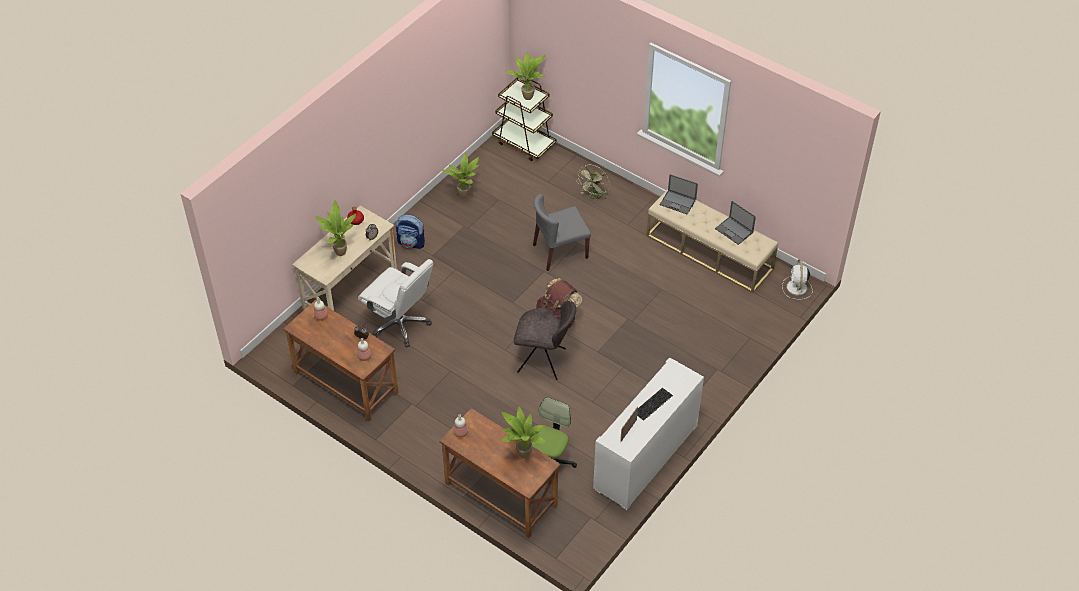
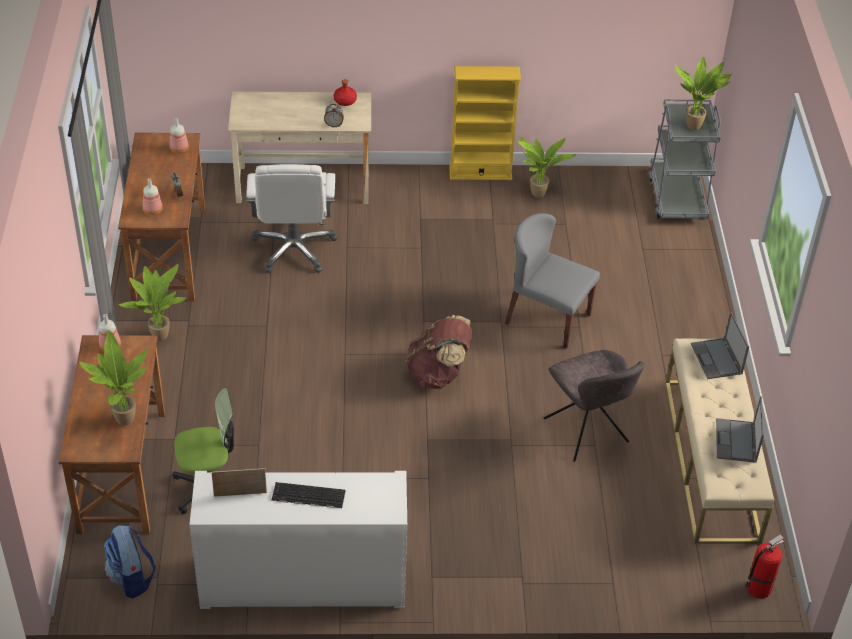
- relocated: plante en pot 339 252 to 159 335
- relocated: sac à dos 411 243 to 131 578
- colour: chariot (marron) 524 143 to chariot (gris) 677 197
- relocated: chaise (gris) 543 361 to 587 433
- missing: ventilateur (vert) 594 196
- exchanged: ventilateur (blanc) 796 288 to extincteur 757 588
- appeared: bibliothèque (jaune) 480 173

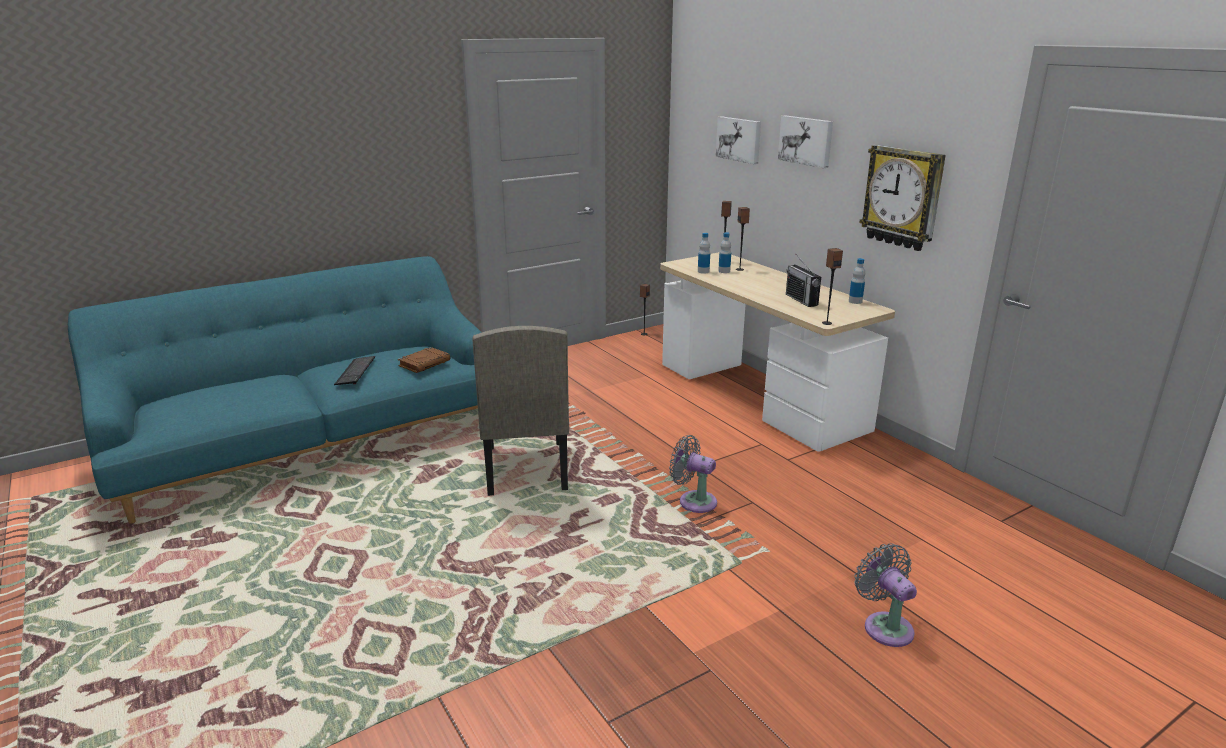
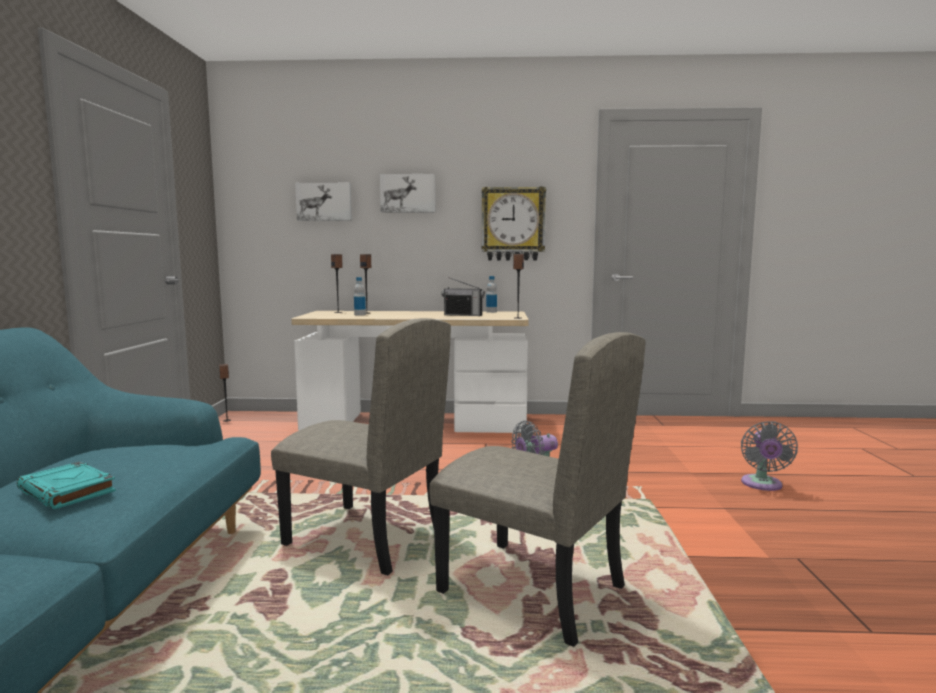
- exchanged: clavier 355 372 to livre (turquoise) 68 491
- missing: livre (marron) 424 363
- missing: bouteille 703 271
- spun: ventilateur (gris) 885 626 = 762 485 90 degrees counterclockwise
- appeared: chaise (beige) 531 590

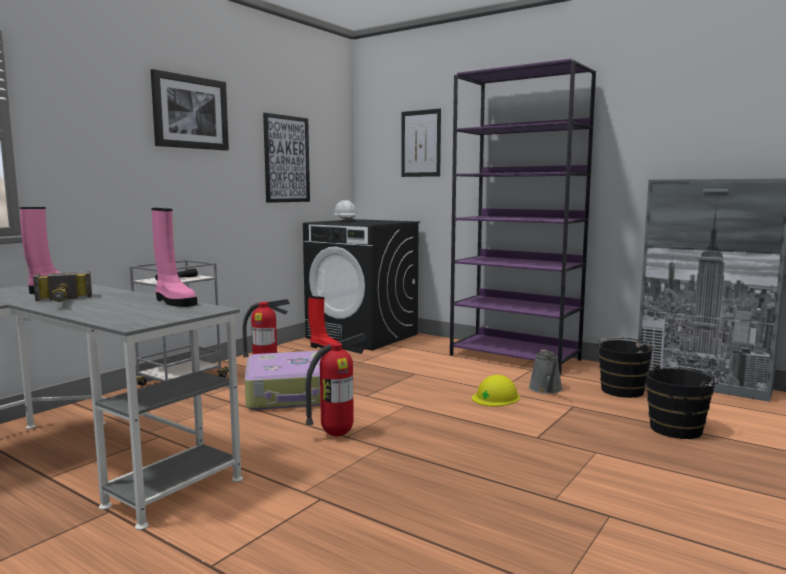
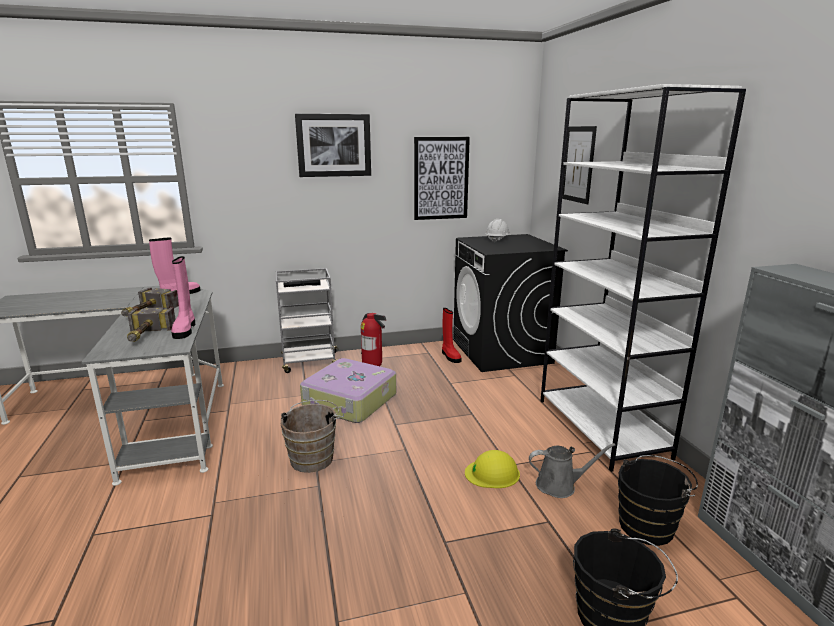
- exchanged: extincteur 337 434 to seau (marron) 313 457
- colour: bibliothèque (violet) 515 357 to bibliothèque (blanc) 602 428
- spun: arrosoir (gris) 546 389 = 559 485 135 degrees counterclockwise
- appeared: marteau 145 336

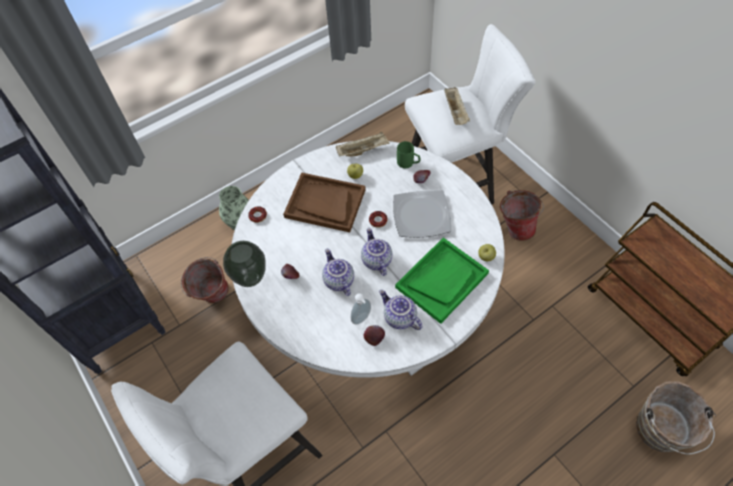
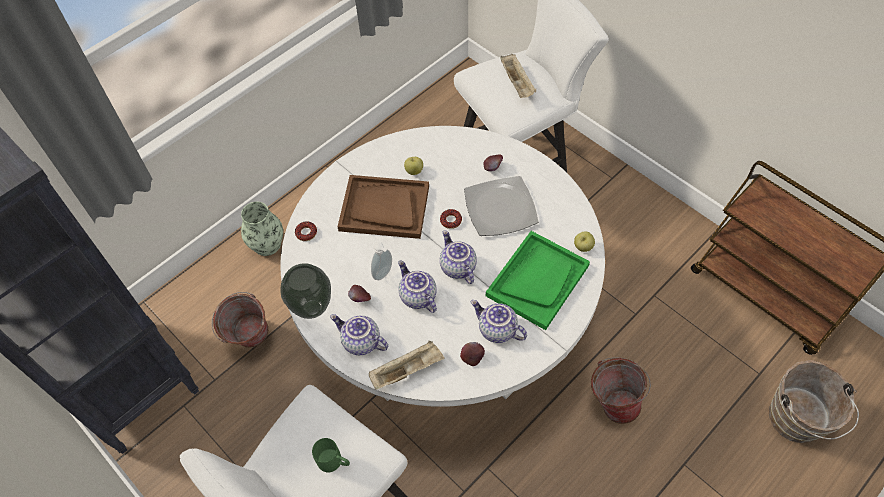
- relocated: plateau (beige) 363 150 to 407 370
- relocated: distributeur de savon 362 319 to 384 274
- relocated: mug (vert) 408 163 to 335 462
- relocated: seau 515 228 to 612 403
- appeared: théière 360 342

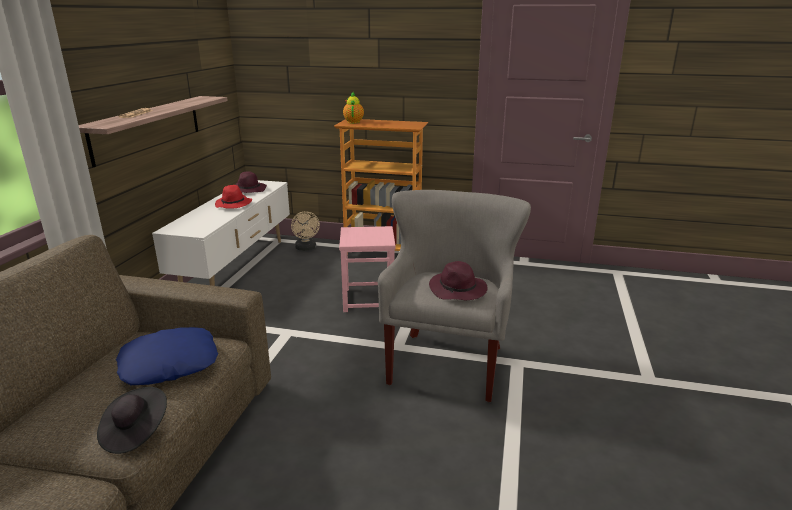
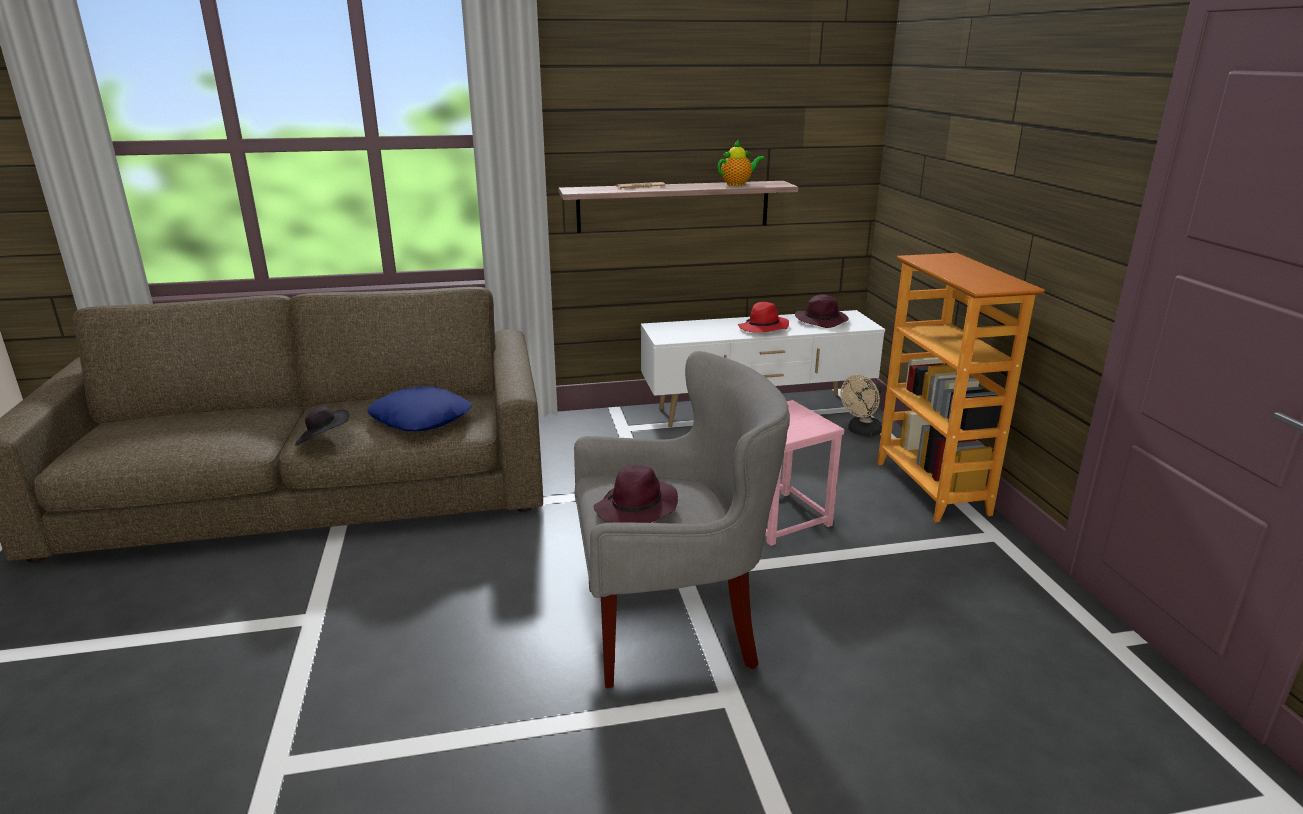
- relocated: théière 353 122 to 738 184

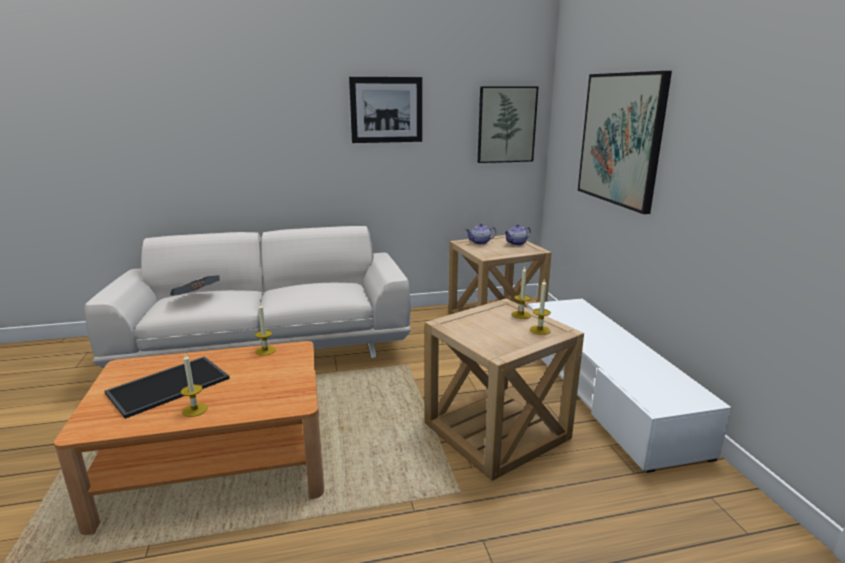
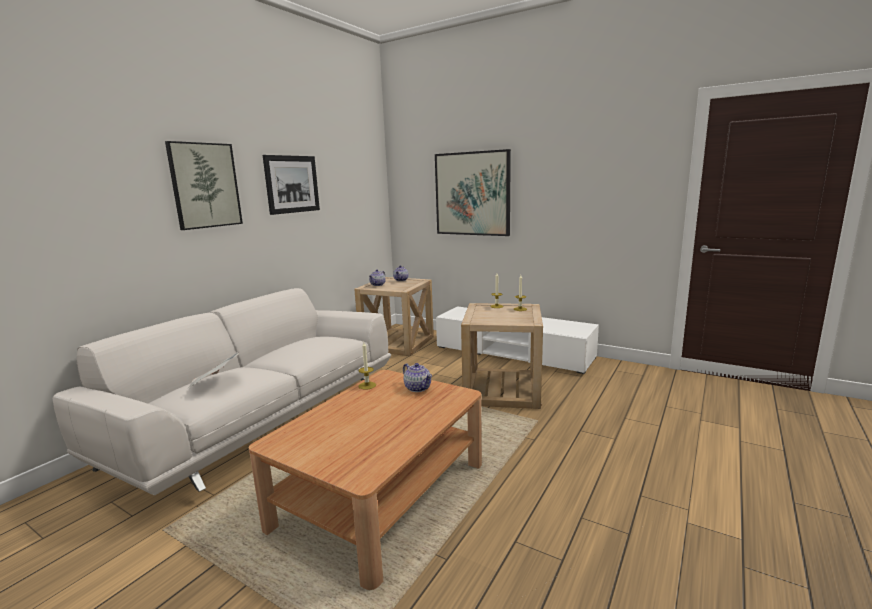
- missing: plateau 169 385
- missing: bougie 195 410
- relocated: tableau 506 124 to 205 185
- appeared: théière 417 388

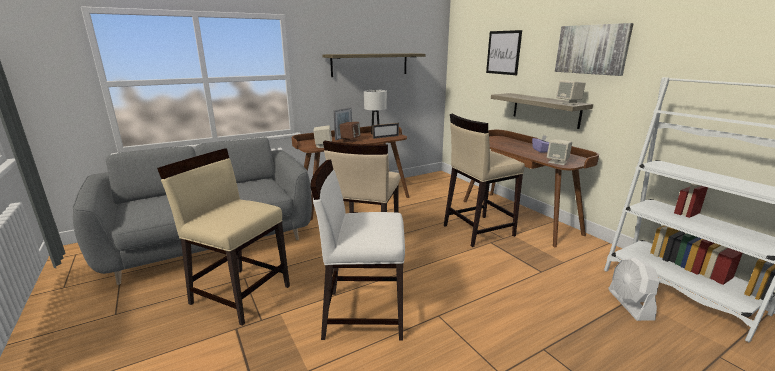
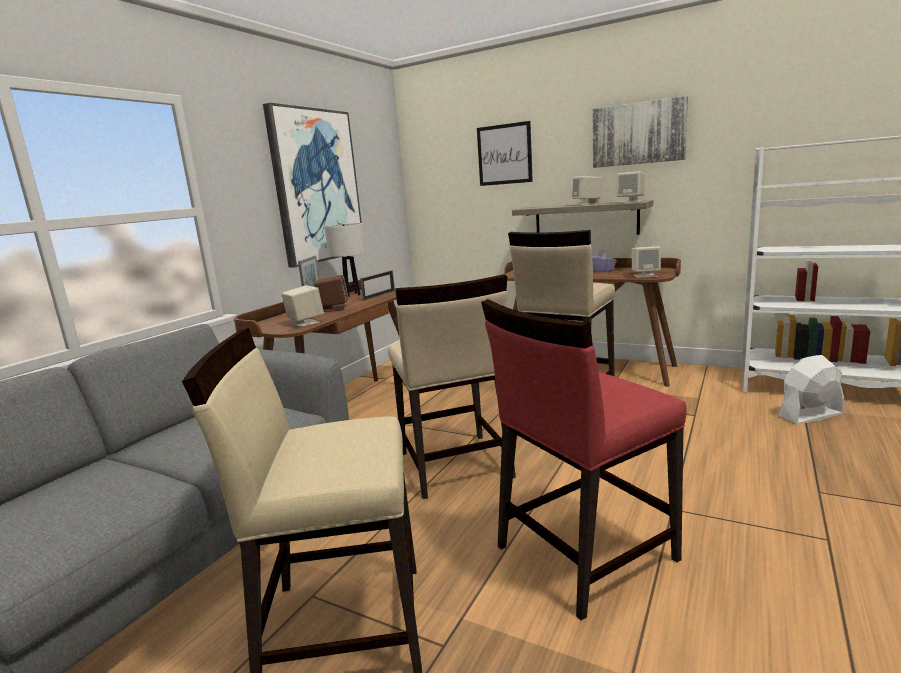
- colour: chaise (blanc) 363 313 to chaise (rouge) 583 553
- exchanged: étagère 370 64 to tableau 316 186
- spun: ventilateur (blanc) 630 304 = 810 415 105 degrees clockwise
- appeared: enceinte (beige) 587 204

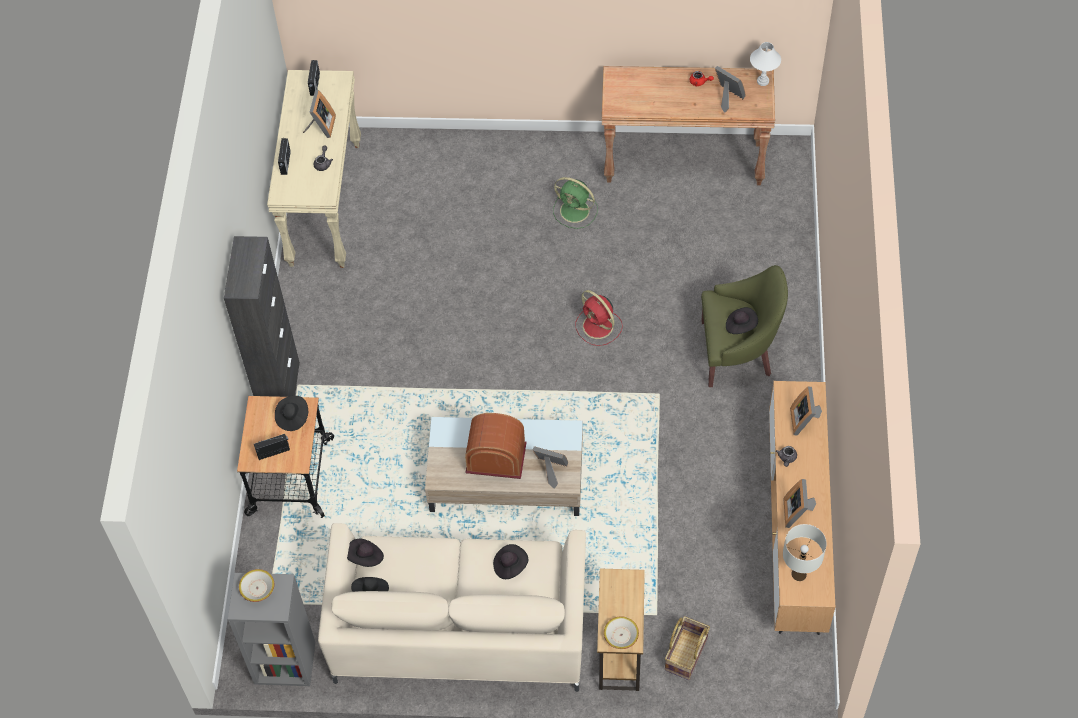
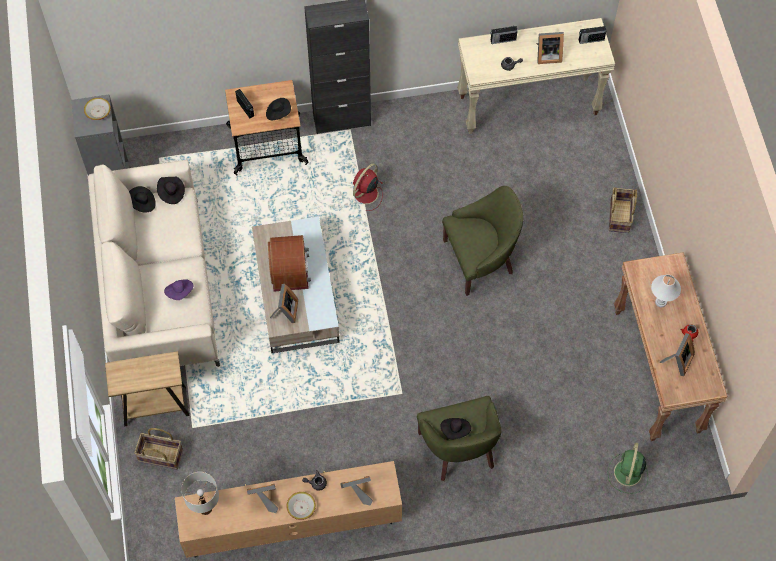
- colour: chapeau (noir) 510 565 to chapeau (violet) 180 292
- relocated: ventilateur (vert) 576 211 to 627 474
- relocated: ventilateur (rouge) 599 327 to 365 194
- relocated: bol 621 635 to 301 507
- relocated: lampe de table (blanc) 762 81 to 661 302
- appeared: fauteuil (vert) 480 259
- appeared: panier 620 216

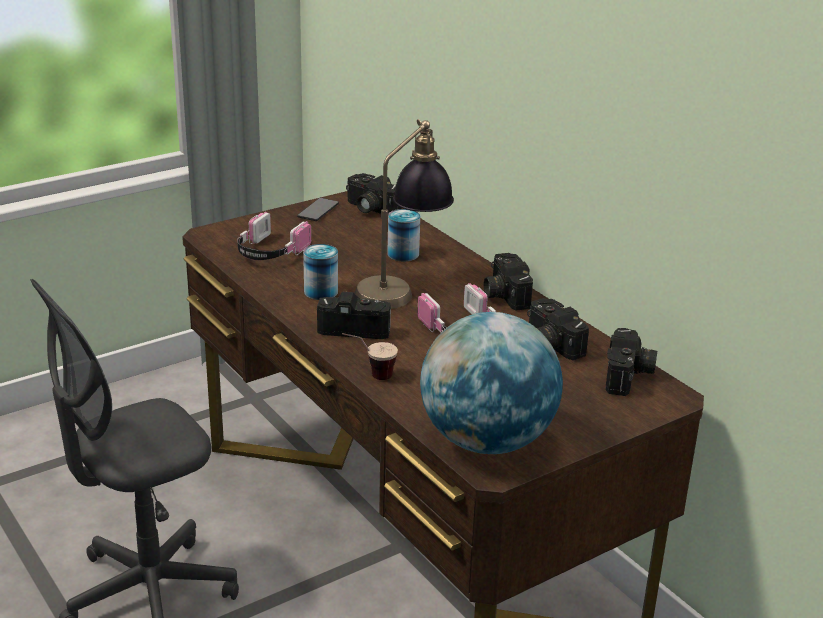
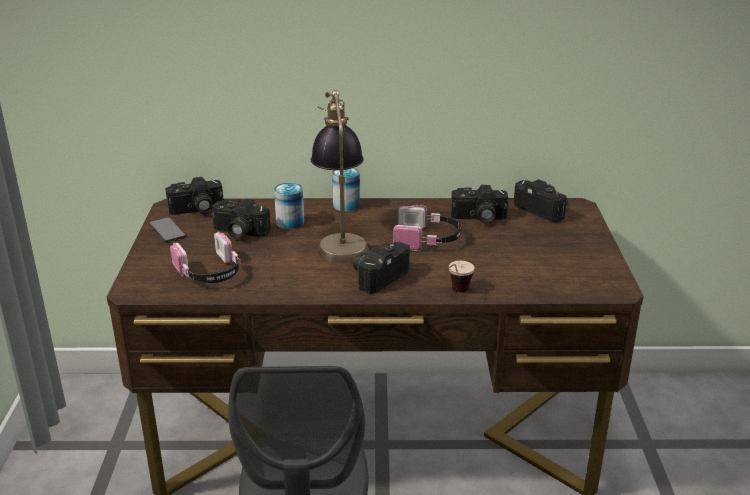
- relocated: boîte métallique 321 292 to 346 205
- missing: globe 486 441
- relocated: appareil photo 503 294 to 238 232

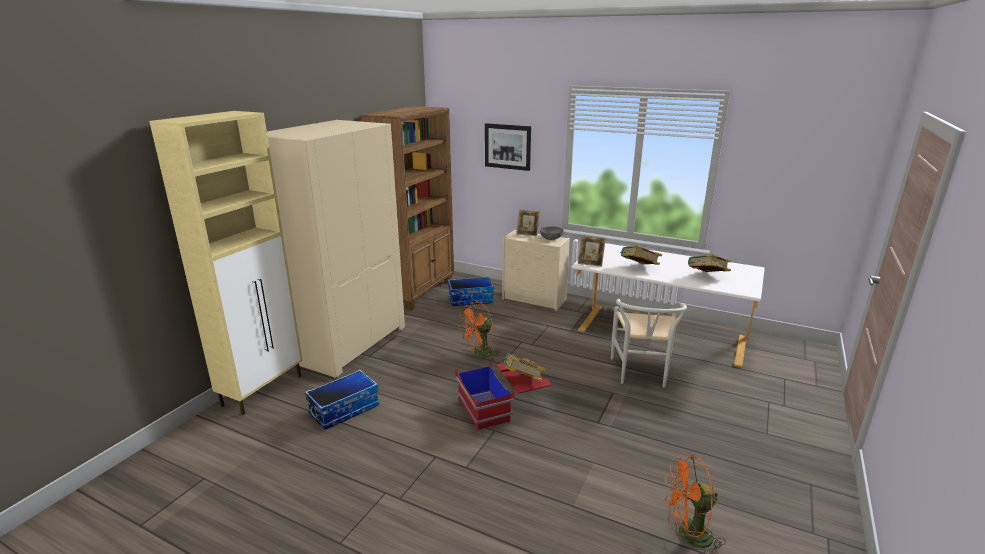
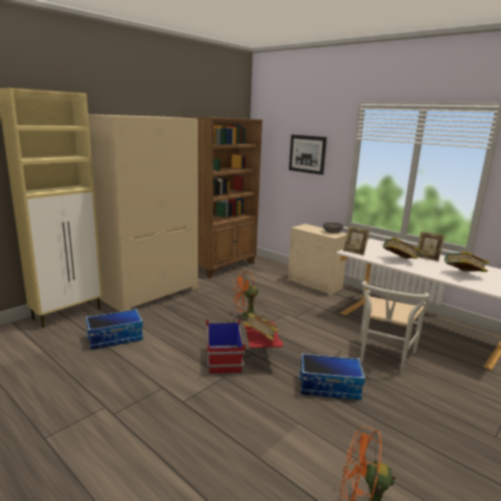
- relocated: boîte de rangement 471 299 to 329 387
- relocated: cadre photo 527 234 to 427 258

